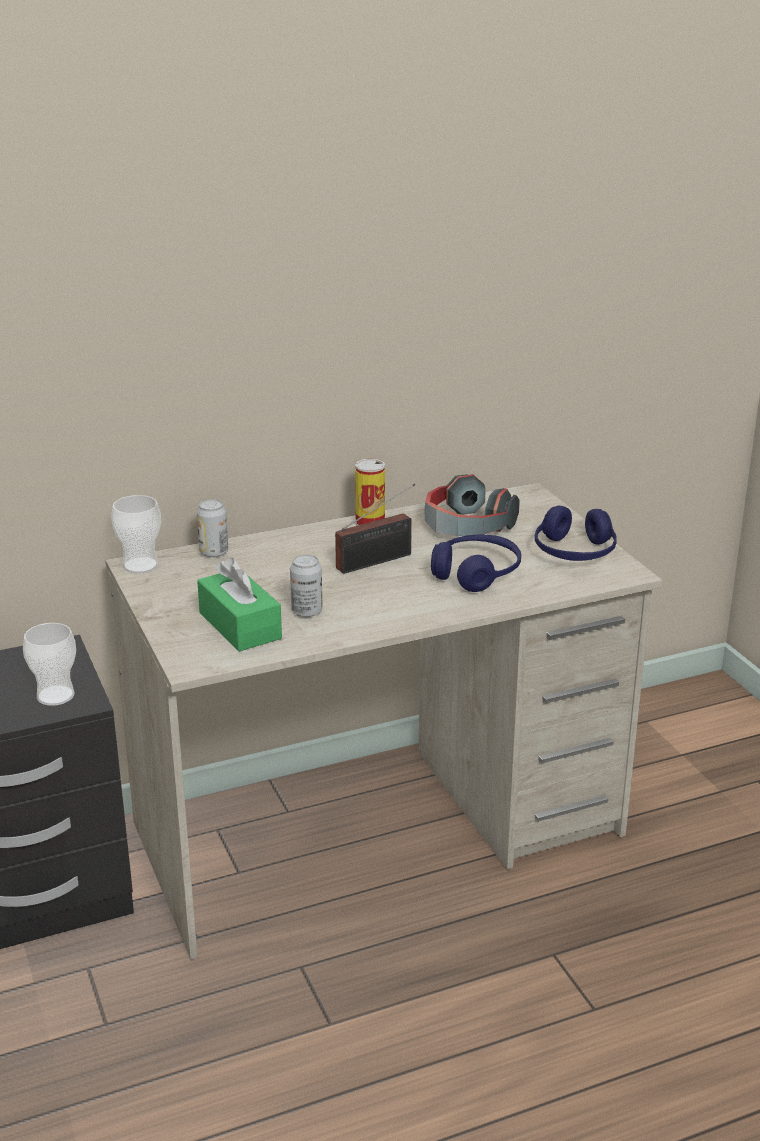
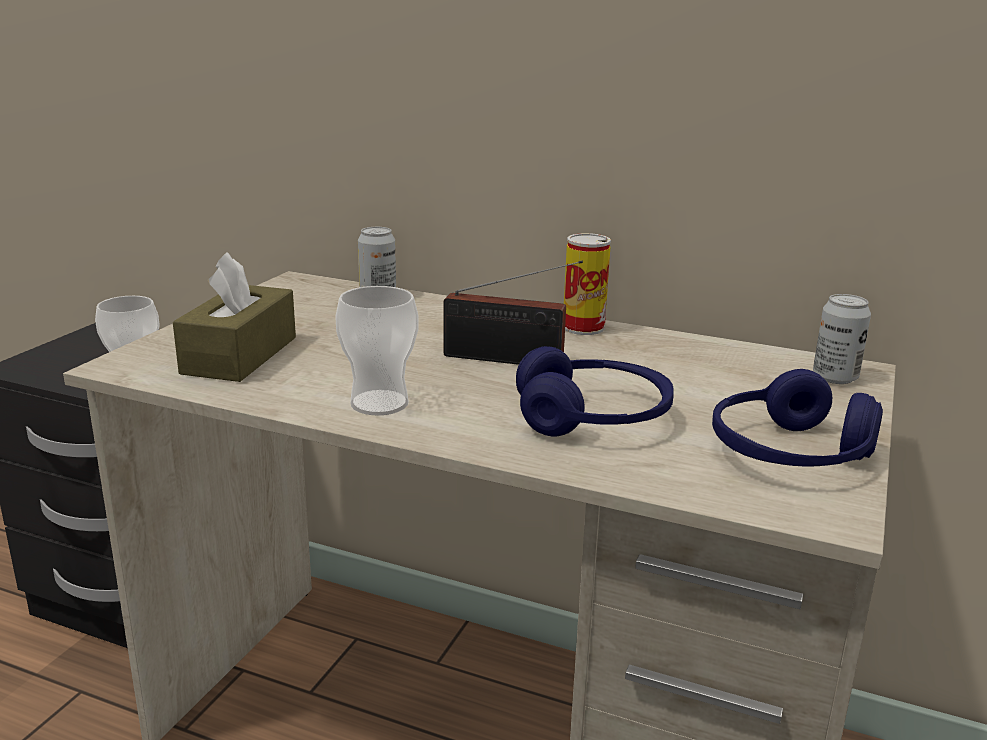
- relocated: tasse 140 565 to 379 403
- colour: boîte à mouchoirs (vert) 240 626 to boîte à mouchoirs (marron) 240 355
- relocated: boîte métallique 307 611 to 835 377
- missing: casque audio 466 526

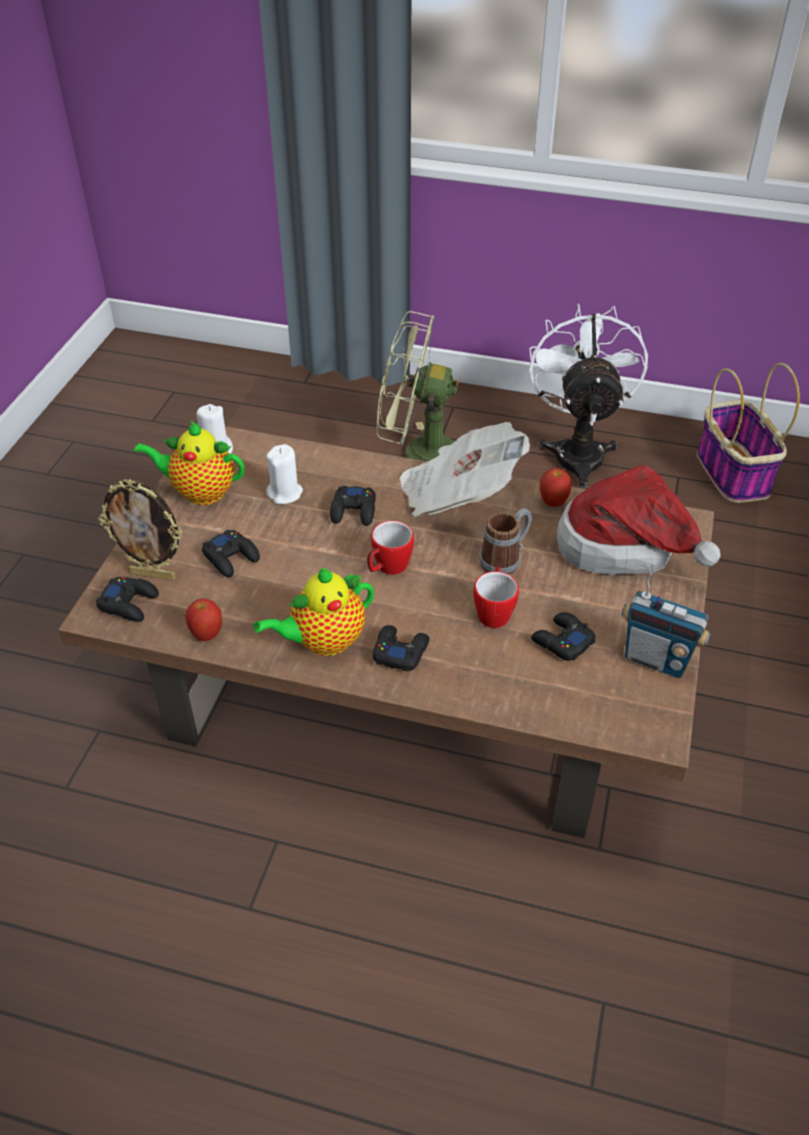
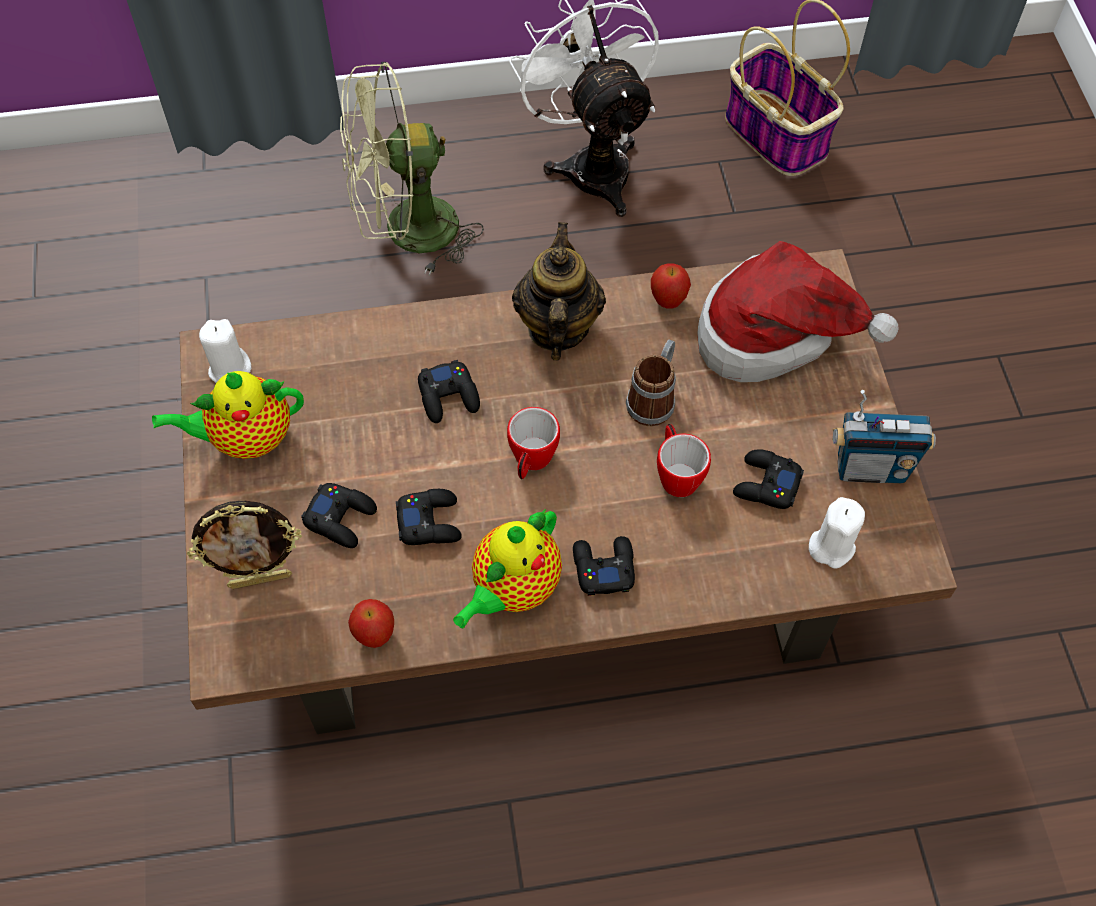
- relocated: manette (noir) 129 603 to 430 521
- relocated: bougie (blanc) 285 493 to 831 546
- exchanged: journal 458 494 to théière 557 327

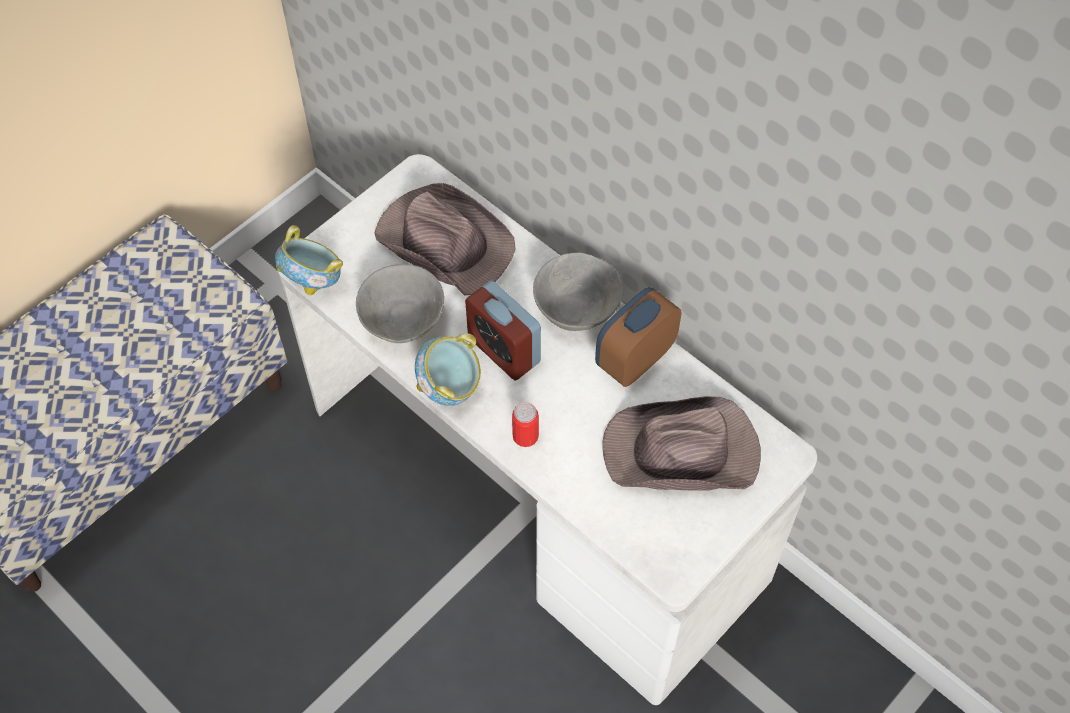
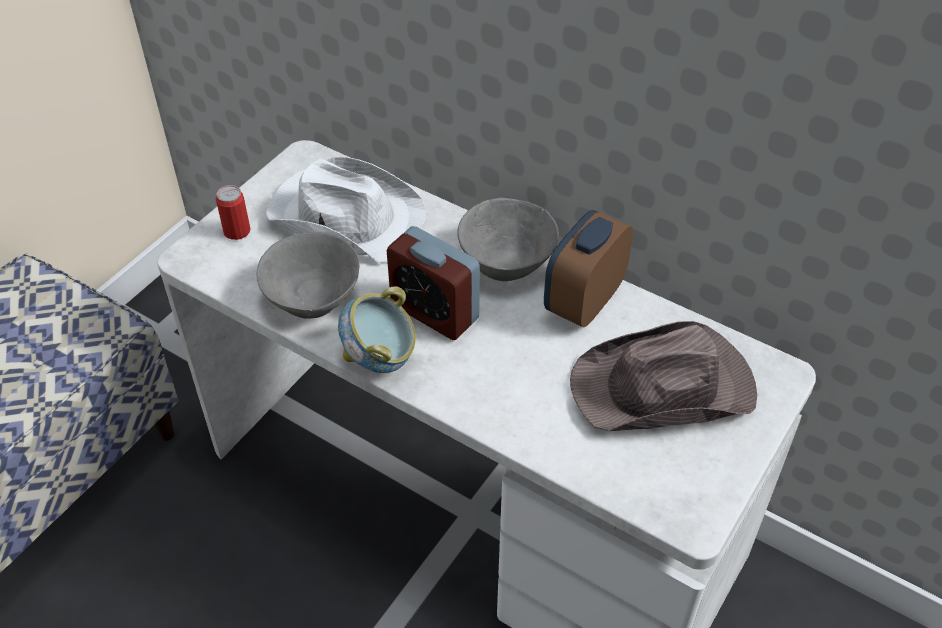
- missing: bol 313 281
- colour: chapeau (marron) 444 241 to chapeau (blanc) 345 215
- relocated: boîte métallique 525 436 to 237 231

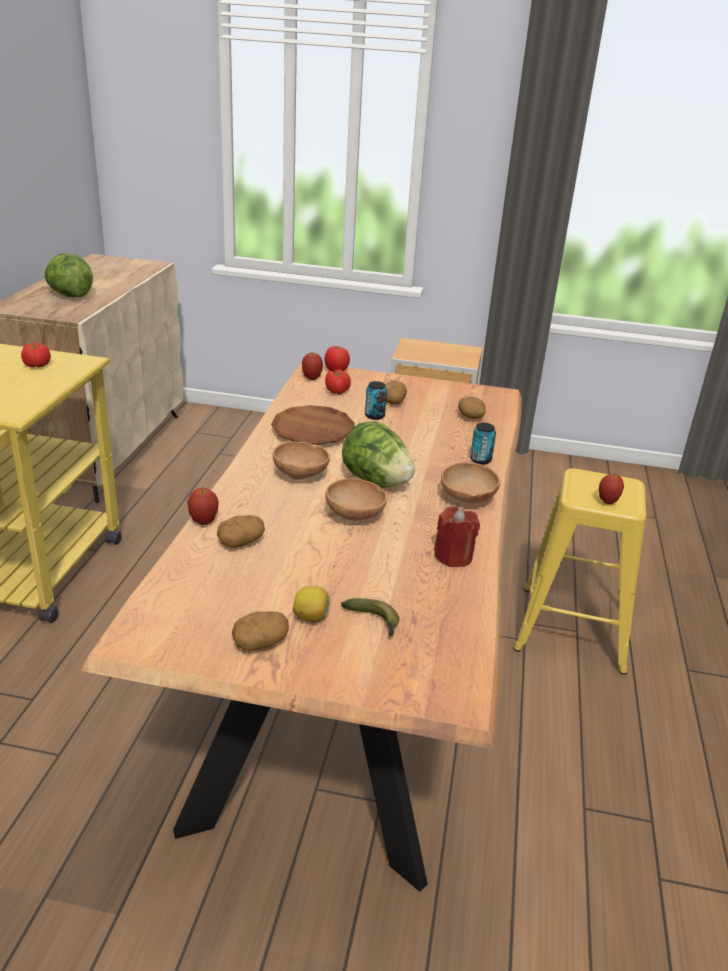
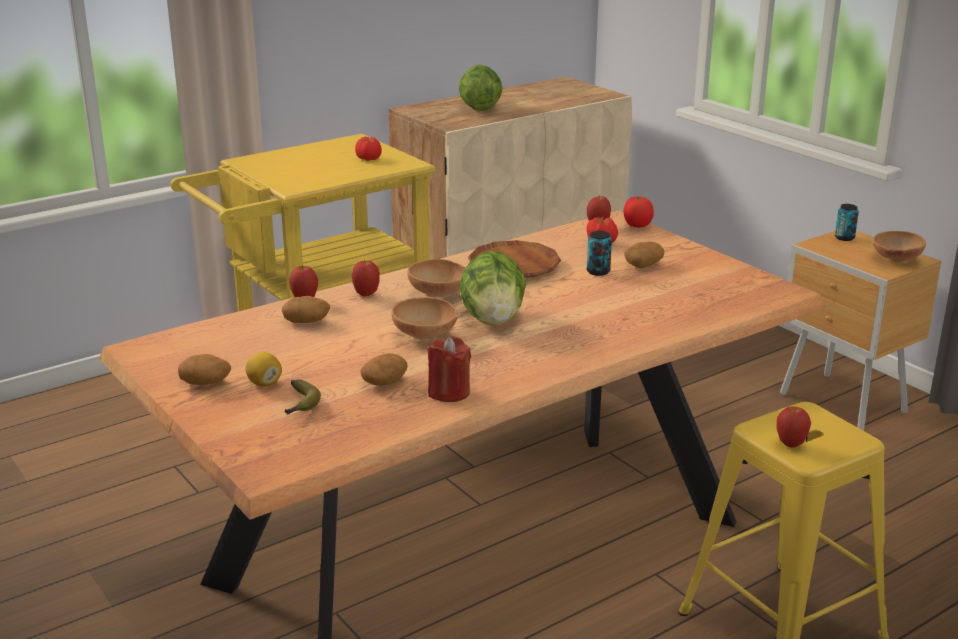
- relocated: bol (marron) 466 499 to 895 260
- relocated: pomme de terre 471 417 to 384 382
- relocated: boîte métallique 480 460 to 844 238
- appeared: pomme 366 294

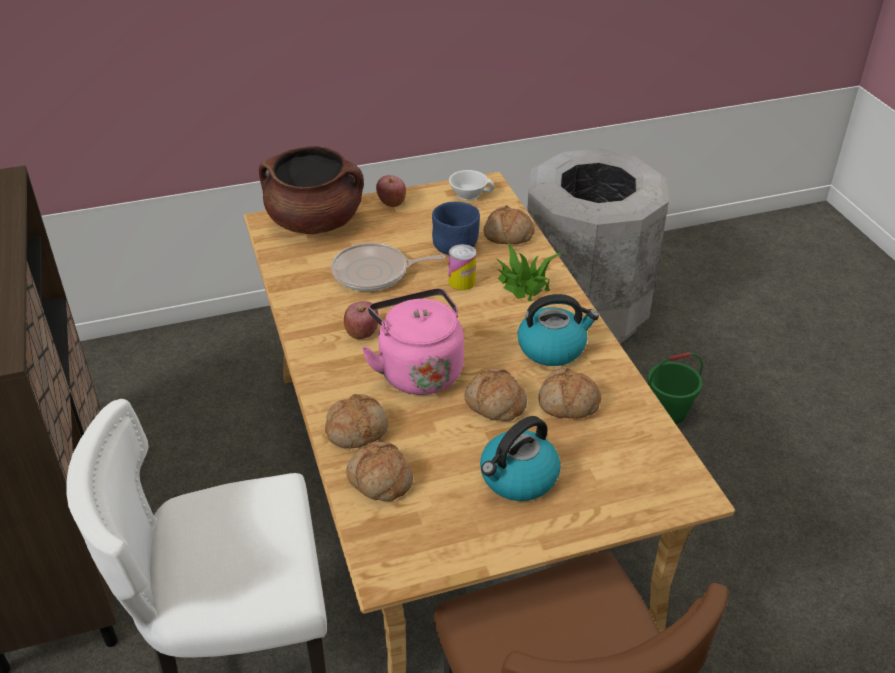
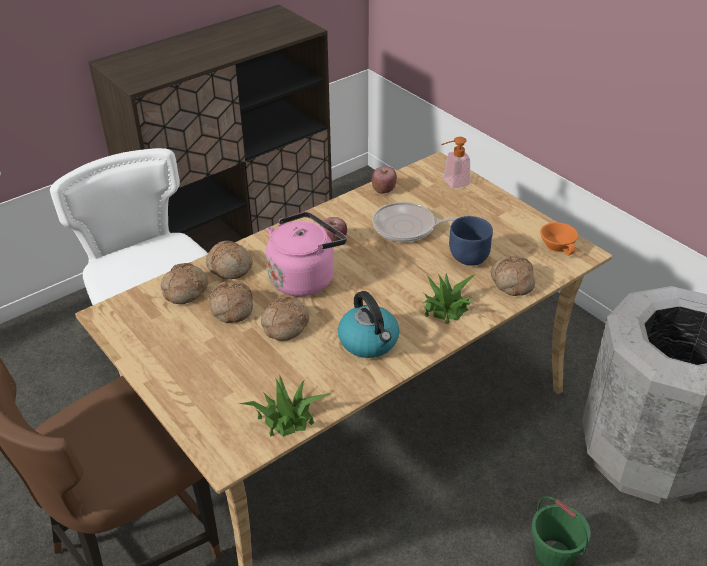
- exchanged: marmite (marron) 315 222 to distributeur de savon 452 183
- spun: poêle 374 273 = 407 227 60 degrees counterclockwise
- relocated: pomme 391 203 to 383 189
- colour: tasse (blanc) 469 193 to tasse (orange) 558 246
- missing: boîte métallique 462 282
- missing: bouilloire 518 478
- relocated: pain 568 404 to 231 308
- appeared: plante en pot 286 417

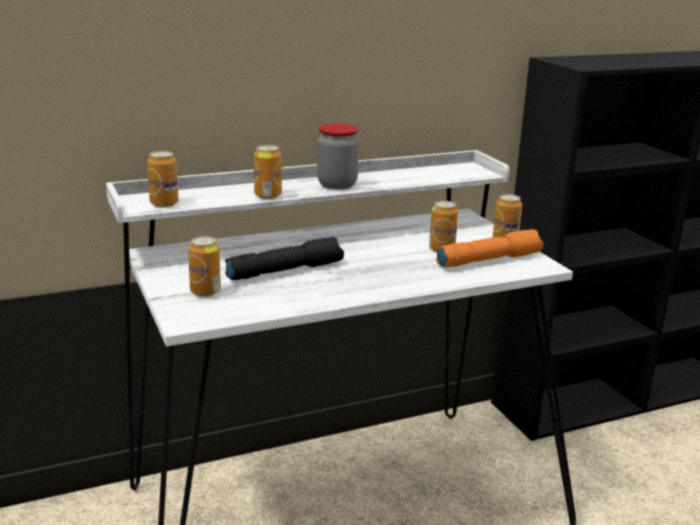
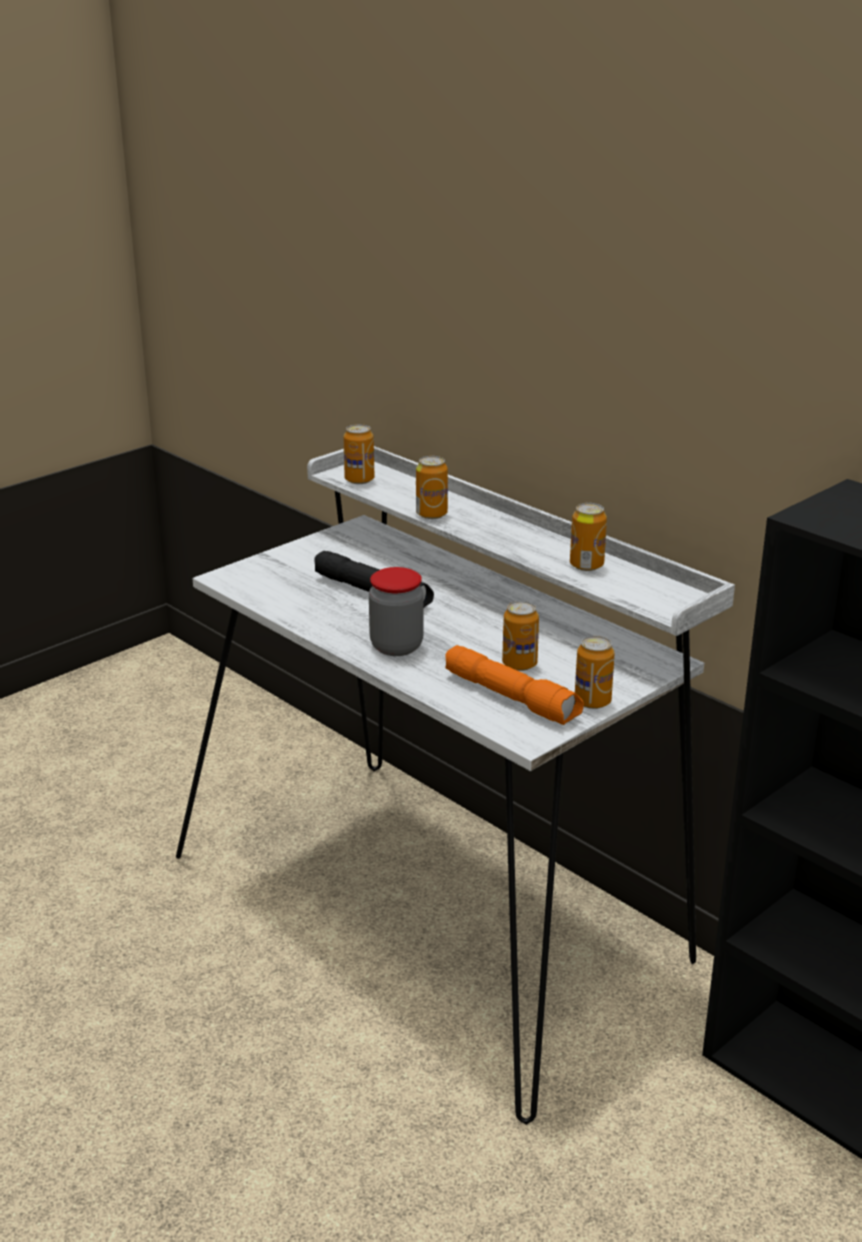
- relocated: boîte métallique 205 291 to 586 565
- relocated: bocal 337 185 to 396 646

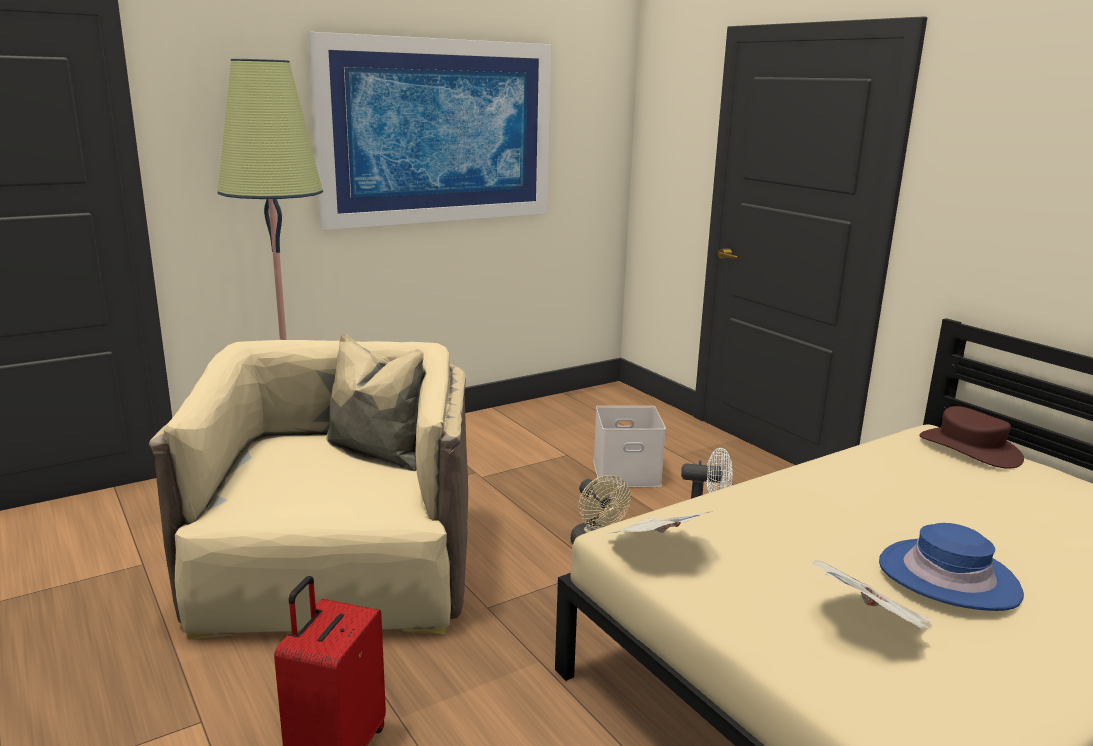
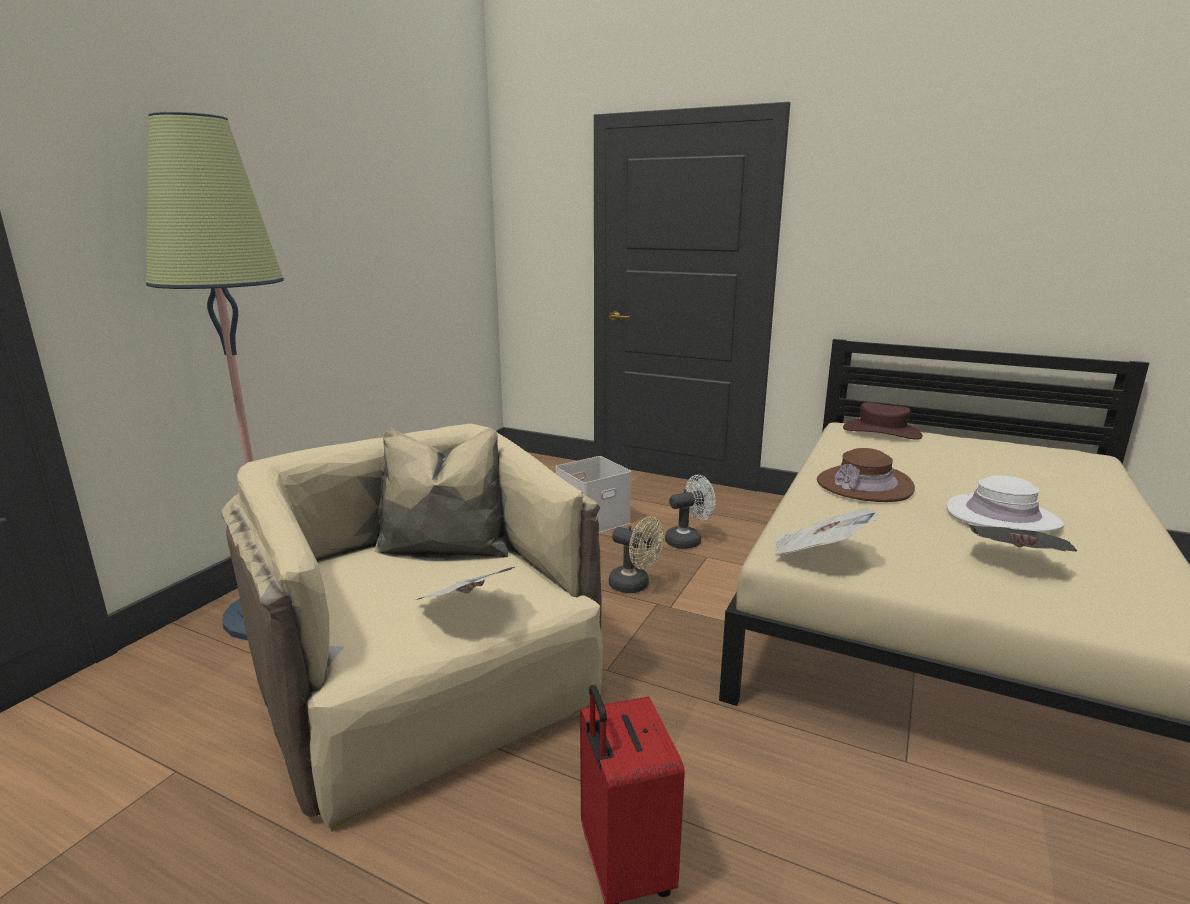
- missing: tableau 438 132
- colour: chapeau (bleu) 948 577 to chapeau (blanc) 1002 516
- appeared: journal 466 608
- appeared: chapeau (marron) 864 485

